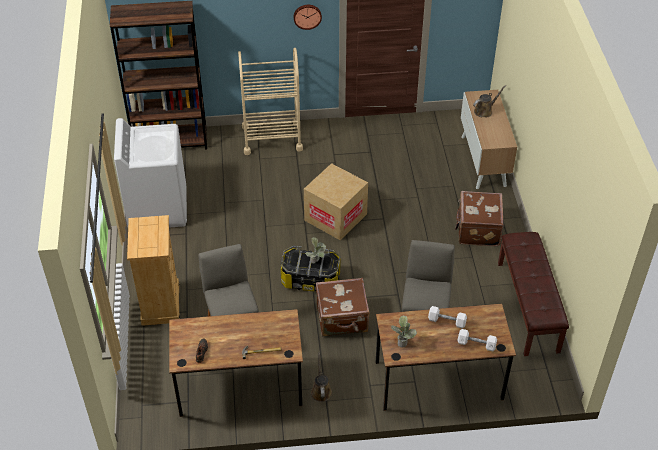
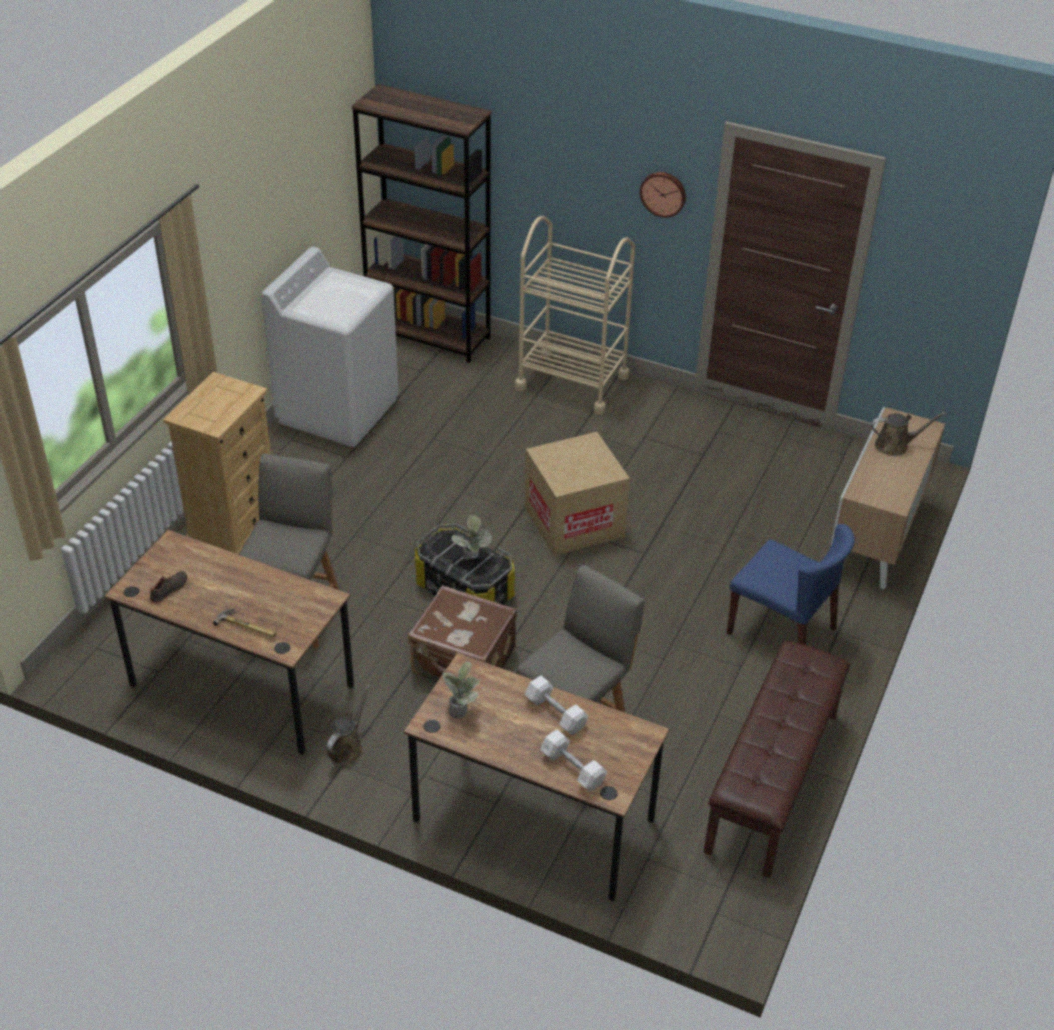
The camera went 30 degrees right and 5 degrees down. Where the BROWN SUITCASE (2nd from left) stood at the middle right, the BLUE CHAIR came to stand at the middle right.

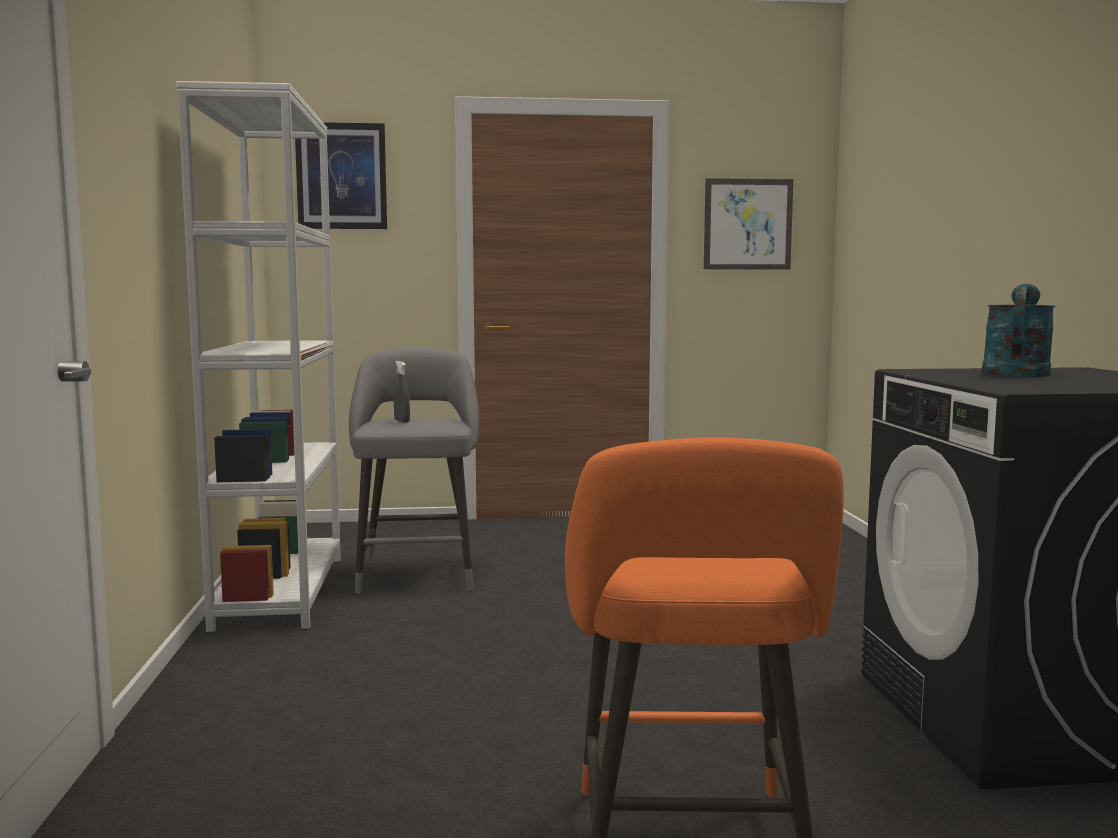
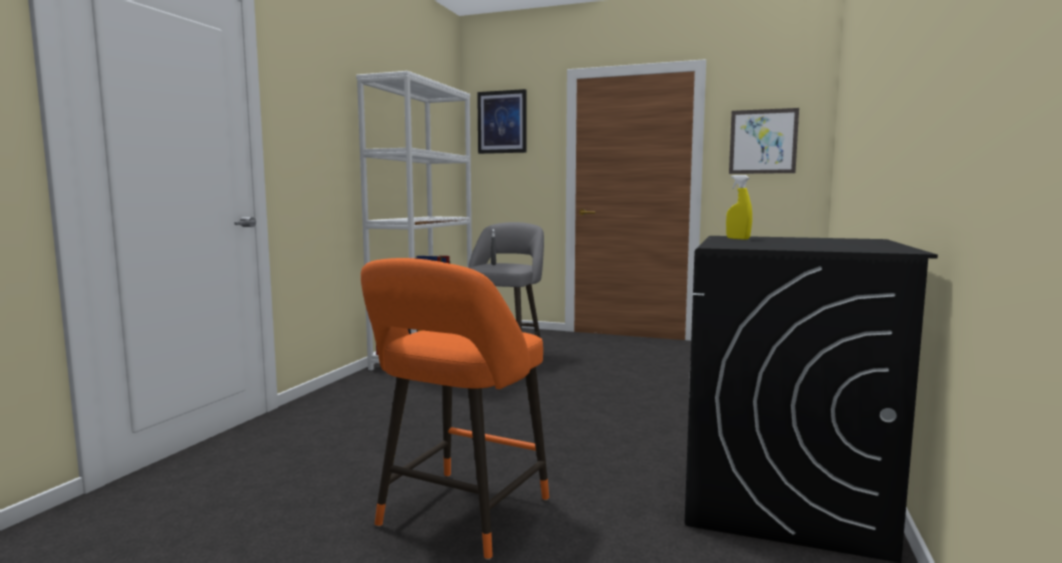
The camera went 25 degrees right and 0 degrees up. The second view lost the TURQUOISE WATERING CAN at the middle right. The second view gained the YELLOW SPRAY BOTTLE at the middle right.

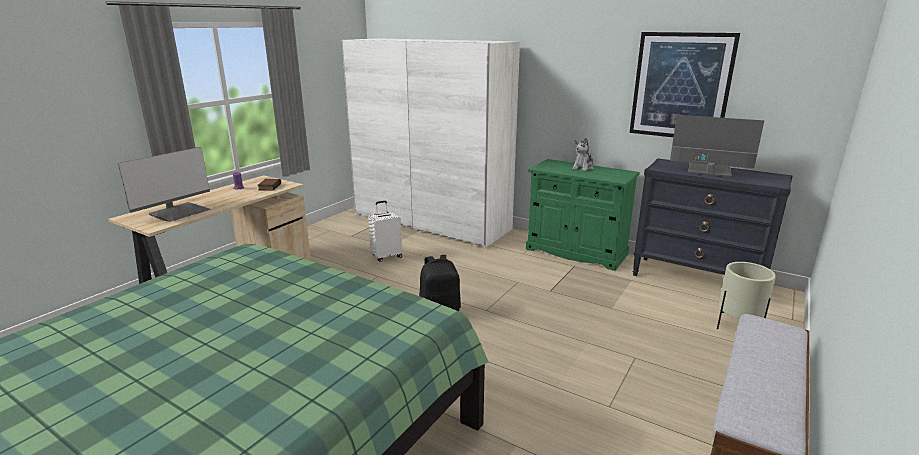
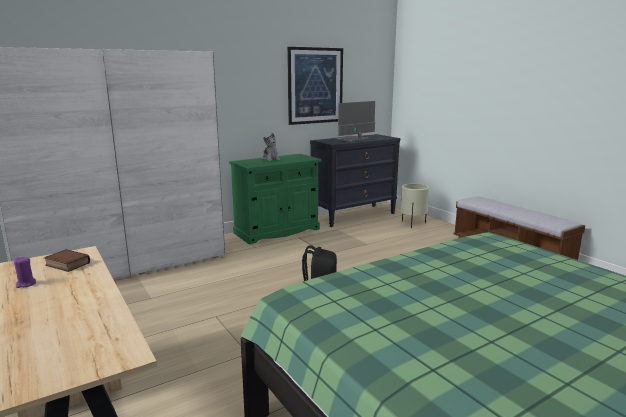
The camera went 65 degrees left and 5 degrees down. The second view lost the MONITOR (1st from left) at the middle left. The second view lost the WHITE SUITCASE at the centre.

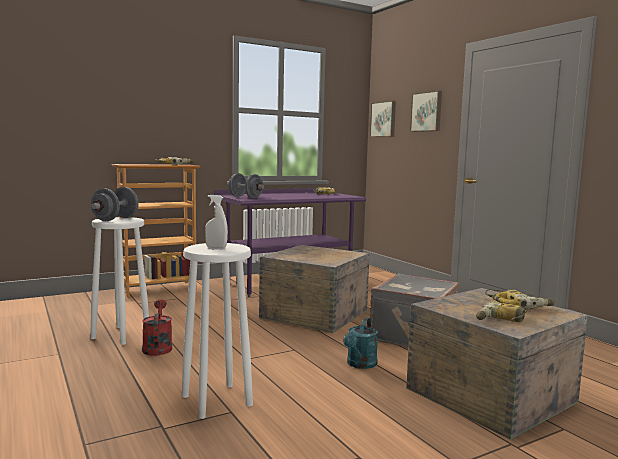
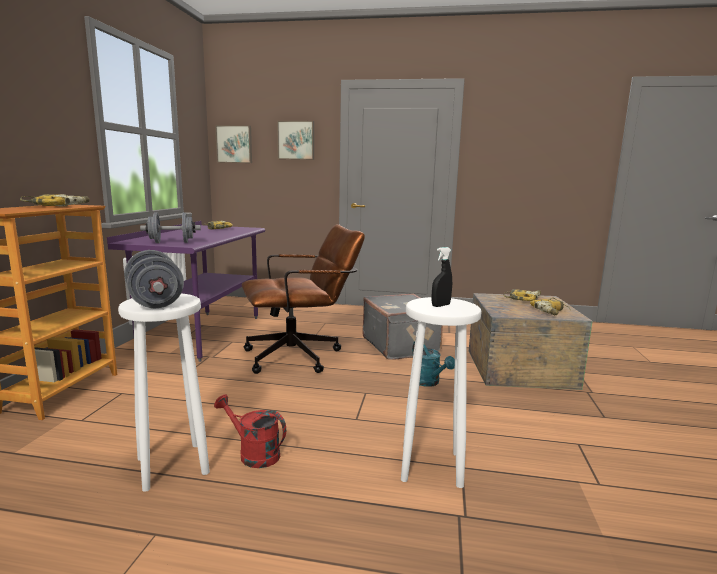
The camera went 50 degrees left and 5 degrees up. Where the CRATE (1st from left) stood at the centre, the BROWN OFFICE CHAIR came to stand at the centre. What was the WHITE SPRAY BOTTLE at the centre turned into the BLACK SPRAY BOTTLE at the centre.

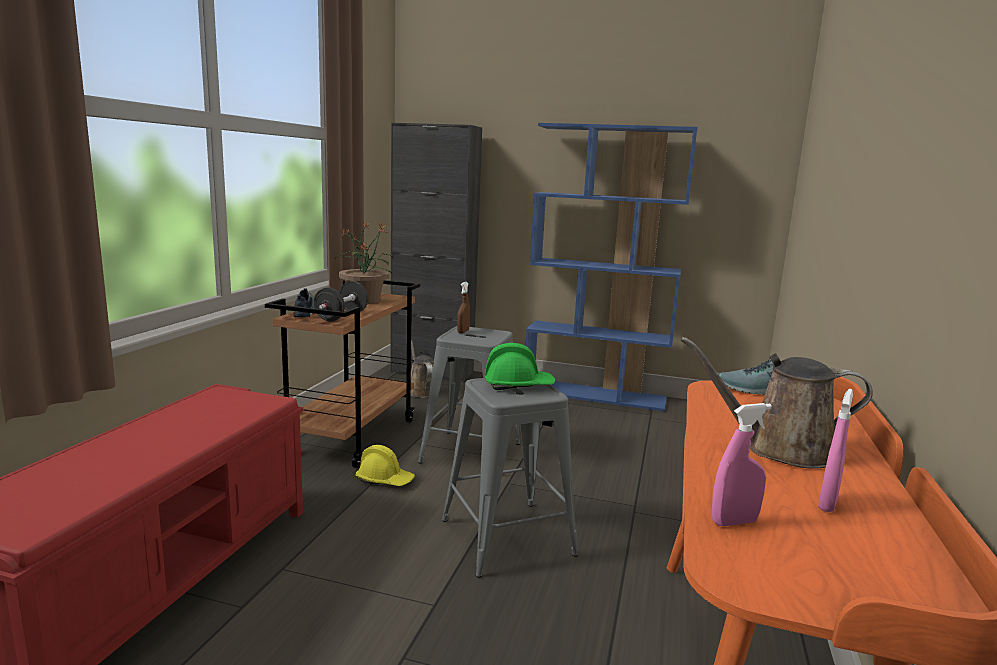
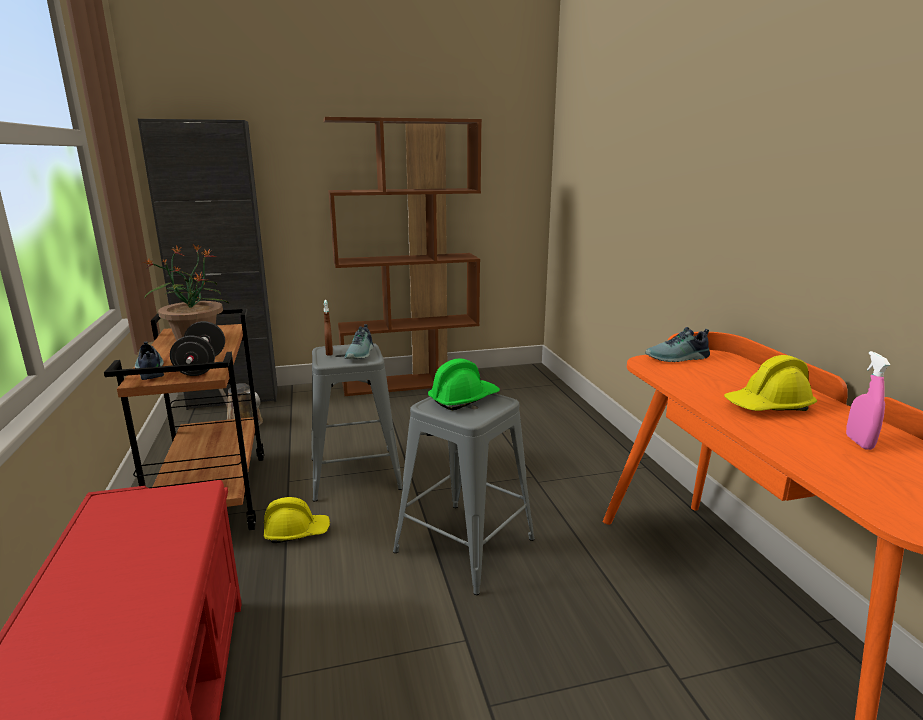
The camera went 30 degrees left and 5 degrees up. The second view lost the PINK SPRAY BOTTLE (1st from left) at the bottom right. The second view gained the SHOE (2nd from left) at the centre. Where the BROWN WATERING CAN (2nd from left) stood at the middle right, the YELLOW HARD HAT (2nd from left) came to stand at the middle right. What was the BLUE BOOKCASE at the centre turned into the BROWN BOOKCASE at the centre.

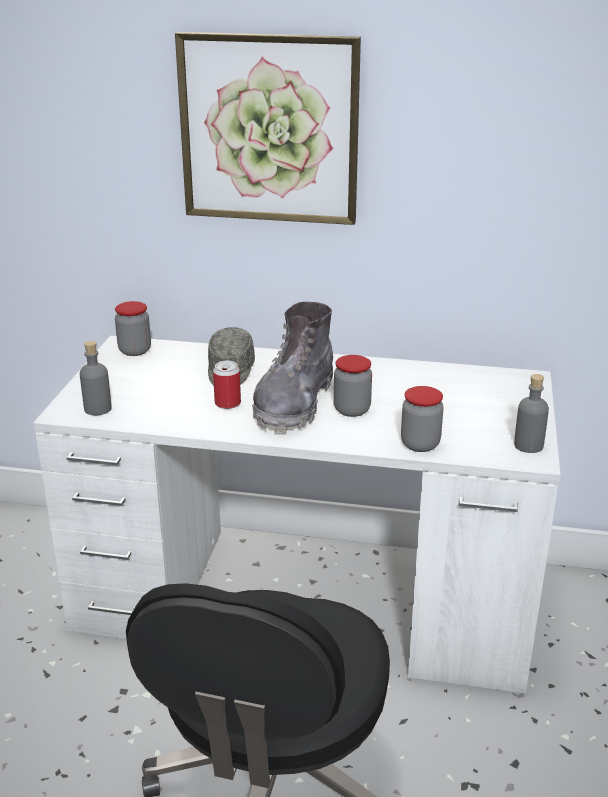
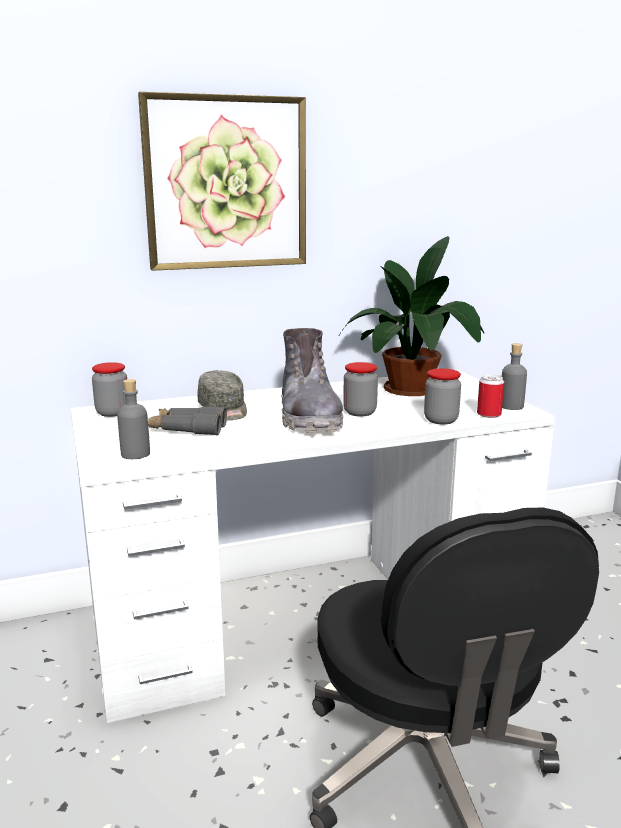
The camera went 30 degrees left and 10 degrees down. The second view gained the GREY BINOCULARS at the middle left. The second view gained the POTTED PLANT at the centre. The CAN ended up elsewhere, having gone from the centre to the middle right.

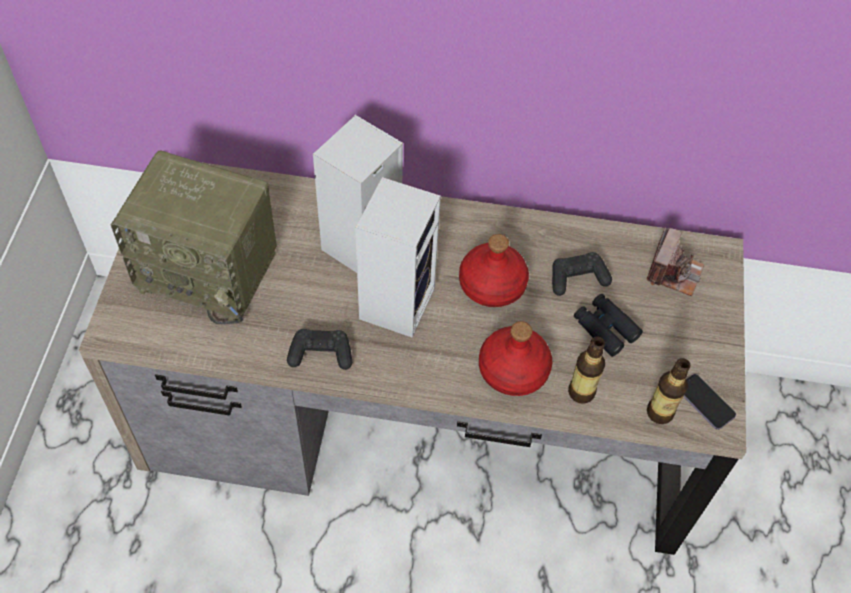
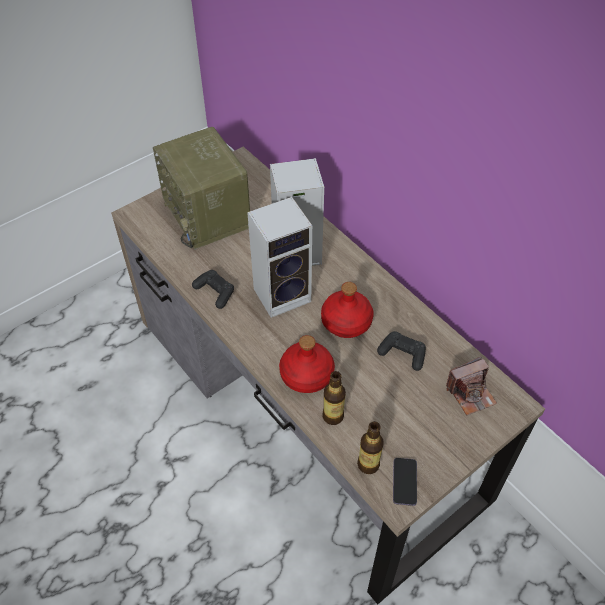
The camera went 45 degrees right and 5 degrees down. The second view lost the BLACK BINOCULARS at the middle right.

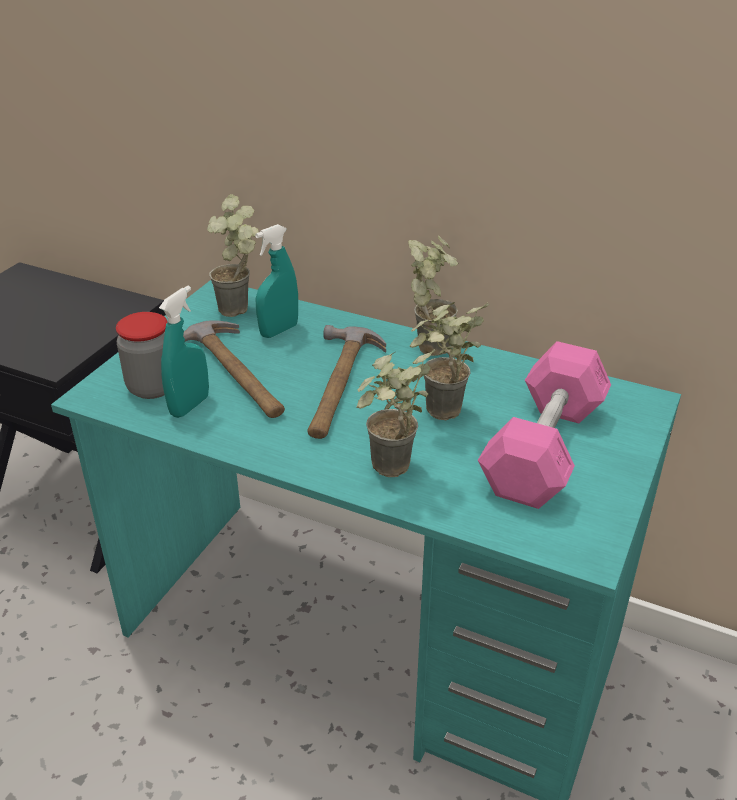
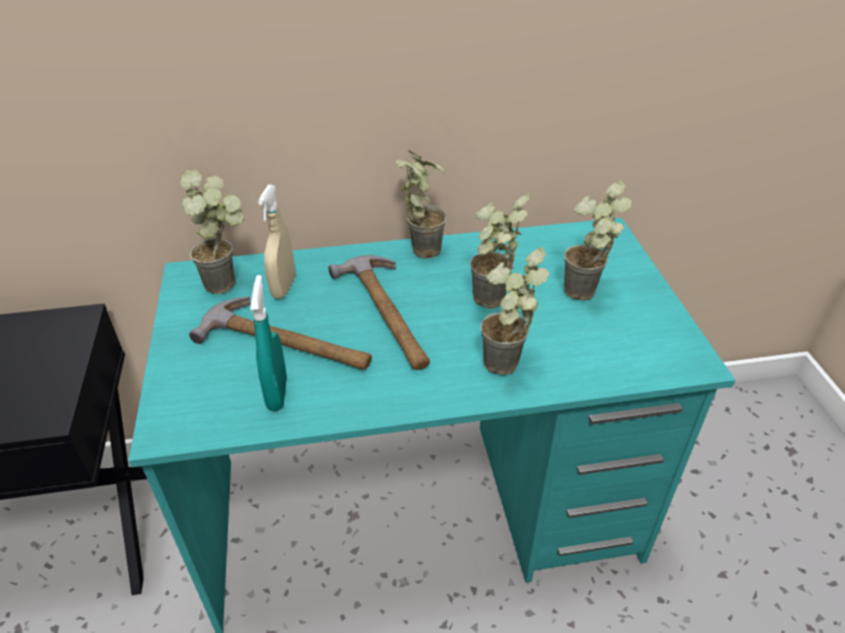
The camera went 35 degrees left and 5 degrees up. The second view lost the JAR at the middle left. Where the PINK DUMBBELL stood at the middle right, the POTTED PLANT (5th from left) came to stand at the middle right. What was the TURQUOISE SPRAY BOTTLE (2nd from left) at the centre turned into the BEIGE SPRAY BOTTLE at the middle left.

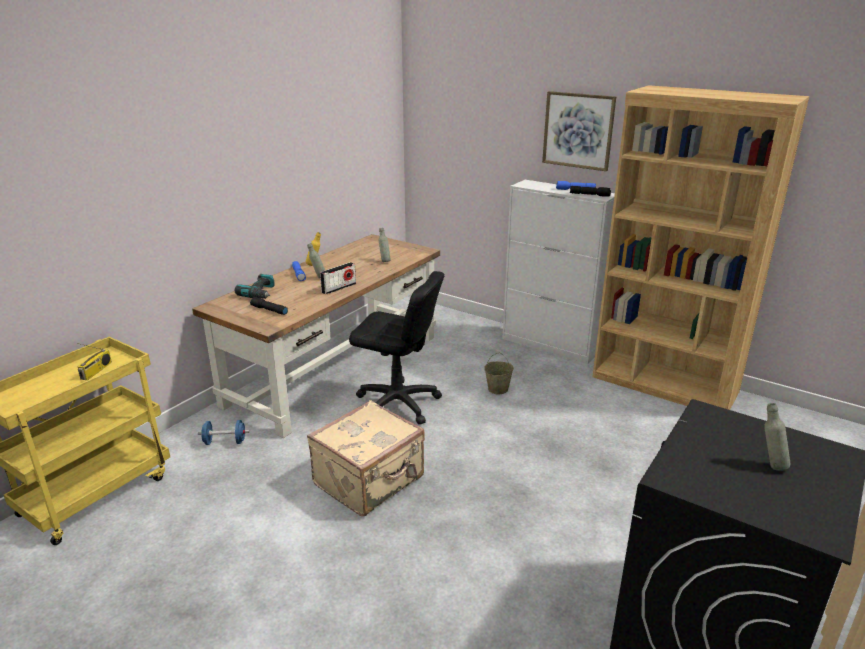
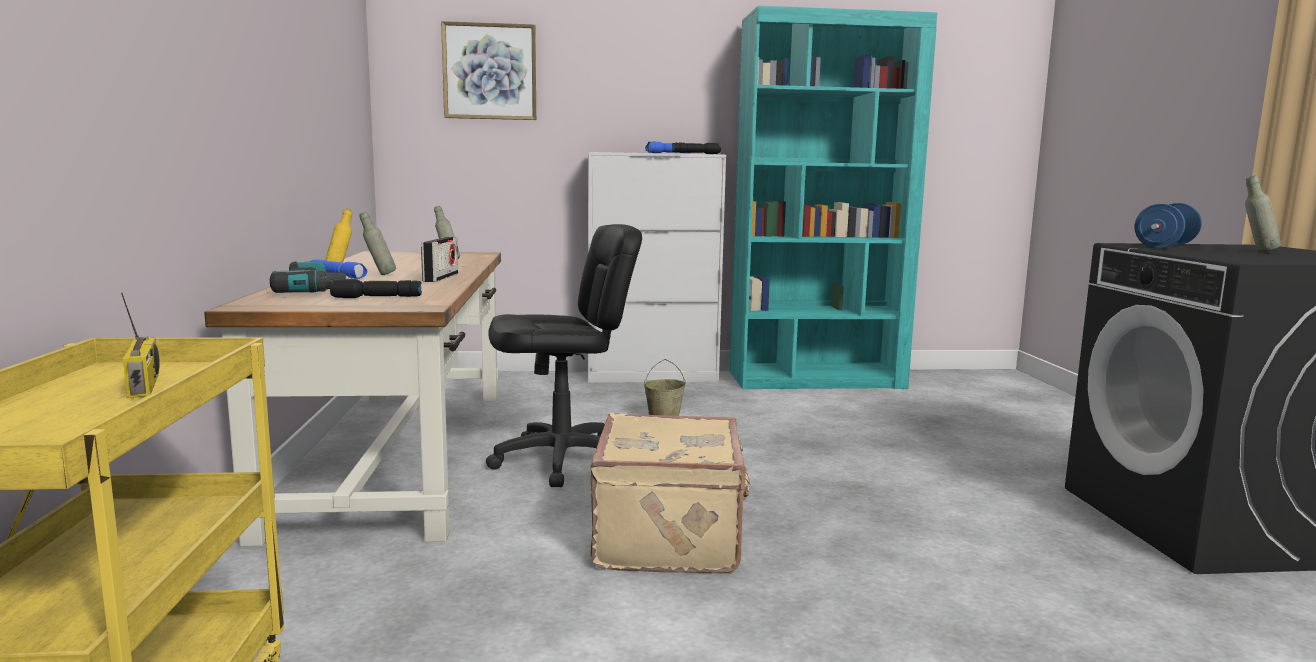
The camera went 40 degrees left and 15 degrees down. The BLUE DUMBBELL ended up elsewhere, having gone from the middle left to the middle right. The PICTURE ended up elsewhere, having gone from the top right to the top centre. What was the BROWN BOOKCASE at the middle right turned into the TURQUOISE BOOKCASE at the top centre.

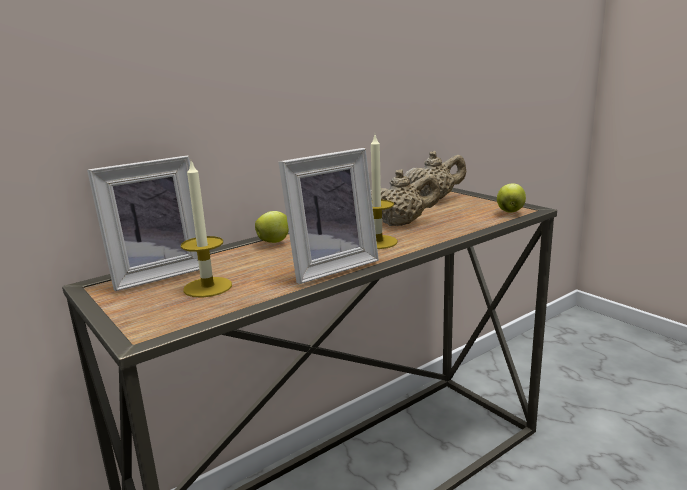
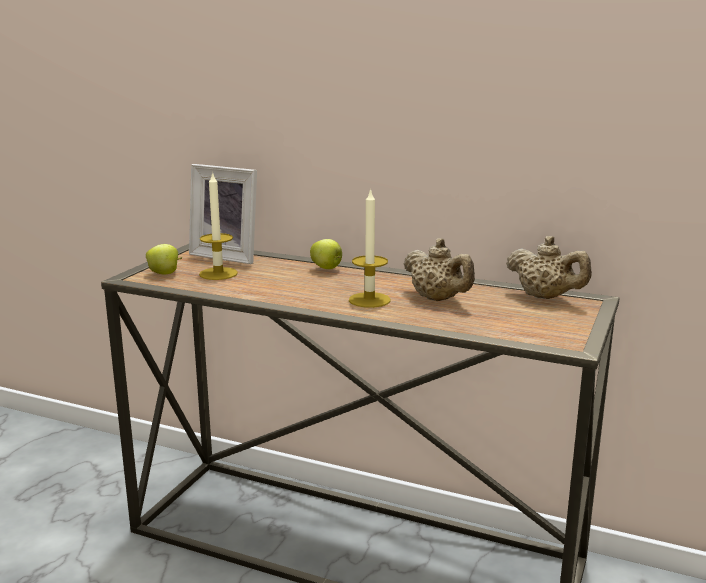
The camera went 60 degrees right and 0 degrees up. The second view lost the PICTURE FRAME (2nd from left) at the centre. The APPLE (2nd from left in the first image) ended up elsewhere, having gone from the middle right to the middle left.

